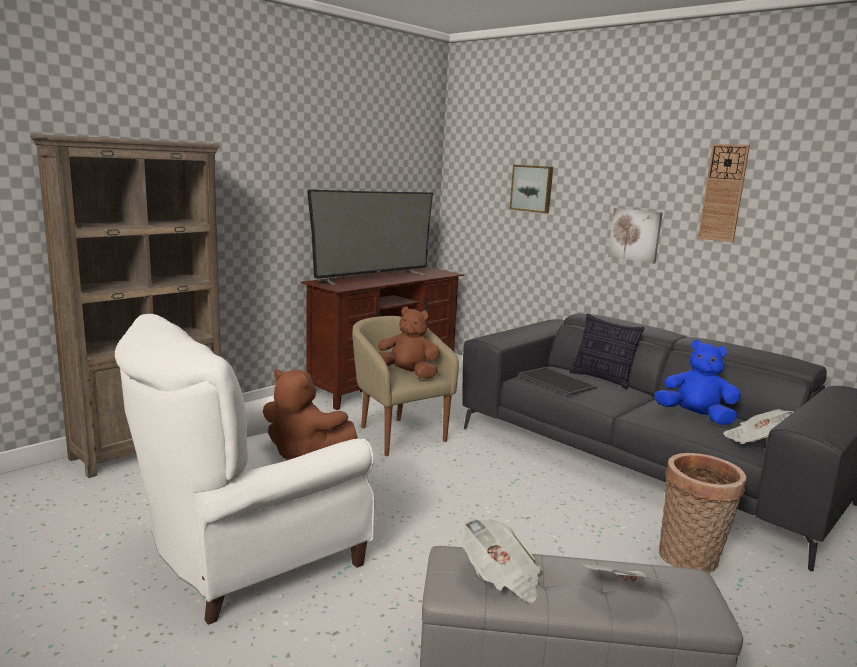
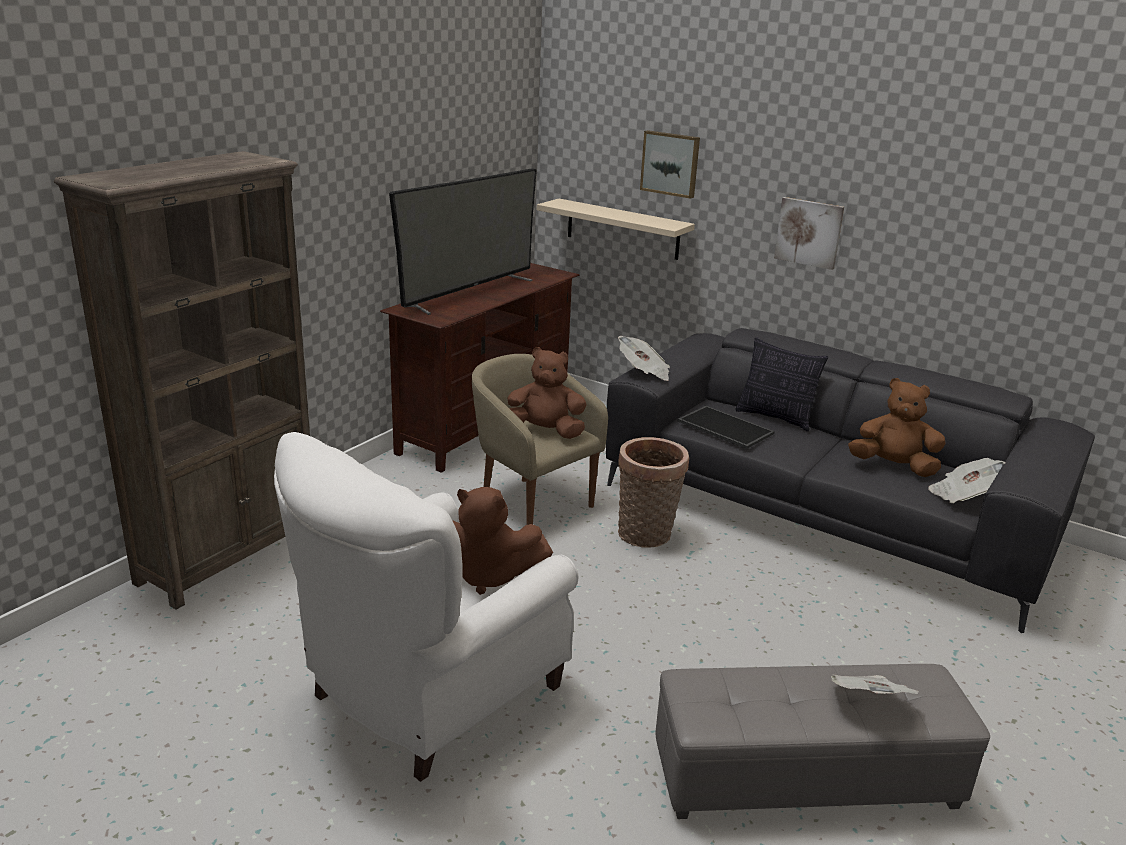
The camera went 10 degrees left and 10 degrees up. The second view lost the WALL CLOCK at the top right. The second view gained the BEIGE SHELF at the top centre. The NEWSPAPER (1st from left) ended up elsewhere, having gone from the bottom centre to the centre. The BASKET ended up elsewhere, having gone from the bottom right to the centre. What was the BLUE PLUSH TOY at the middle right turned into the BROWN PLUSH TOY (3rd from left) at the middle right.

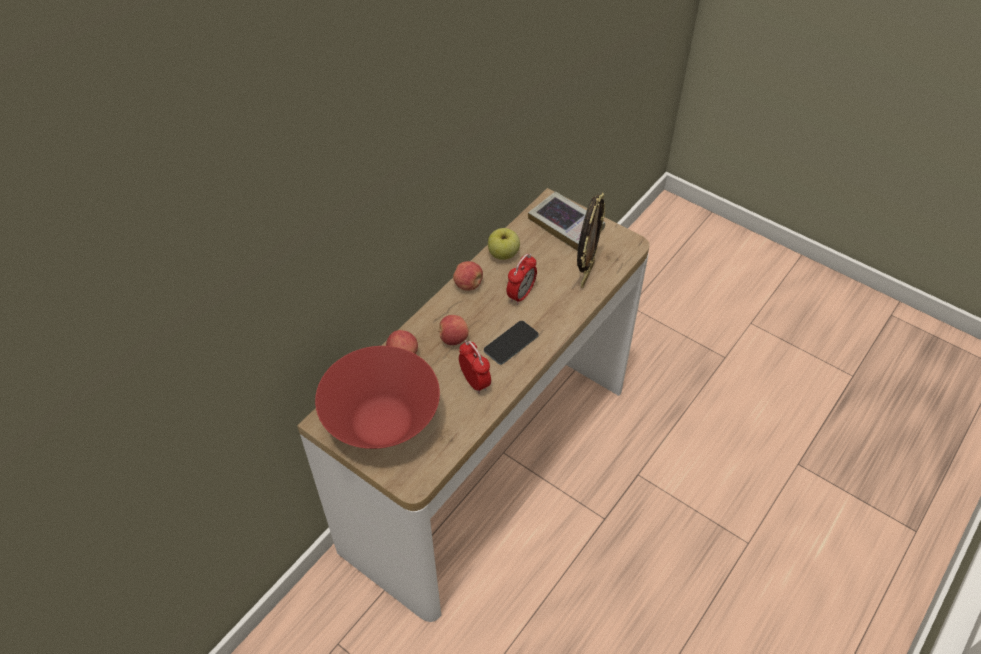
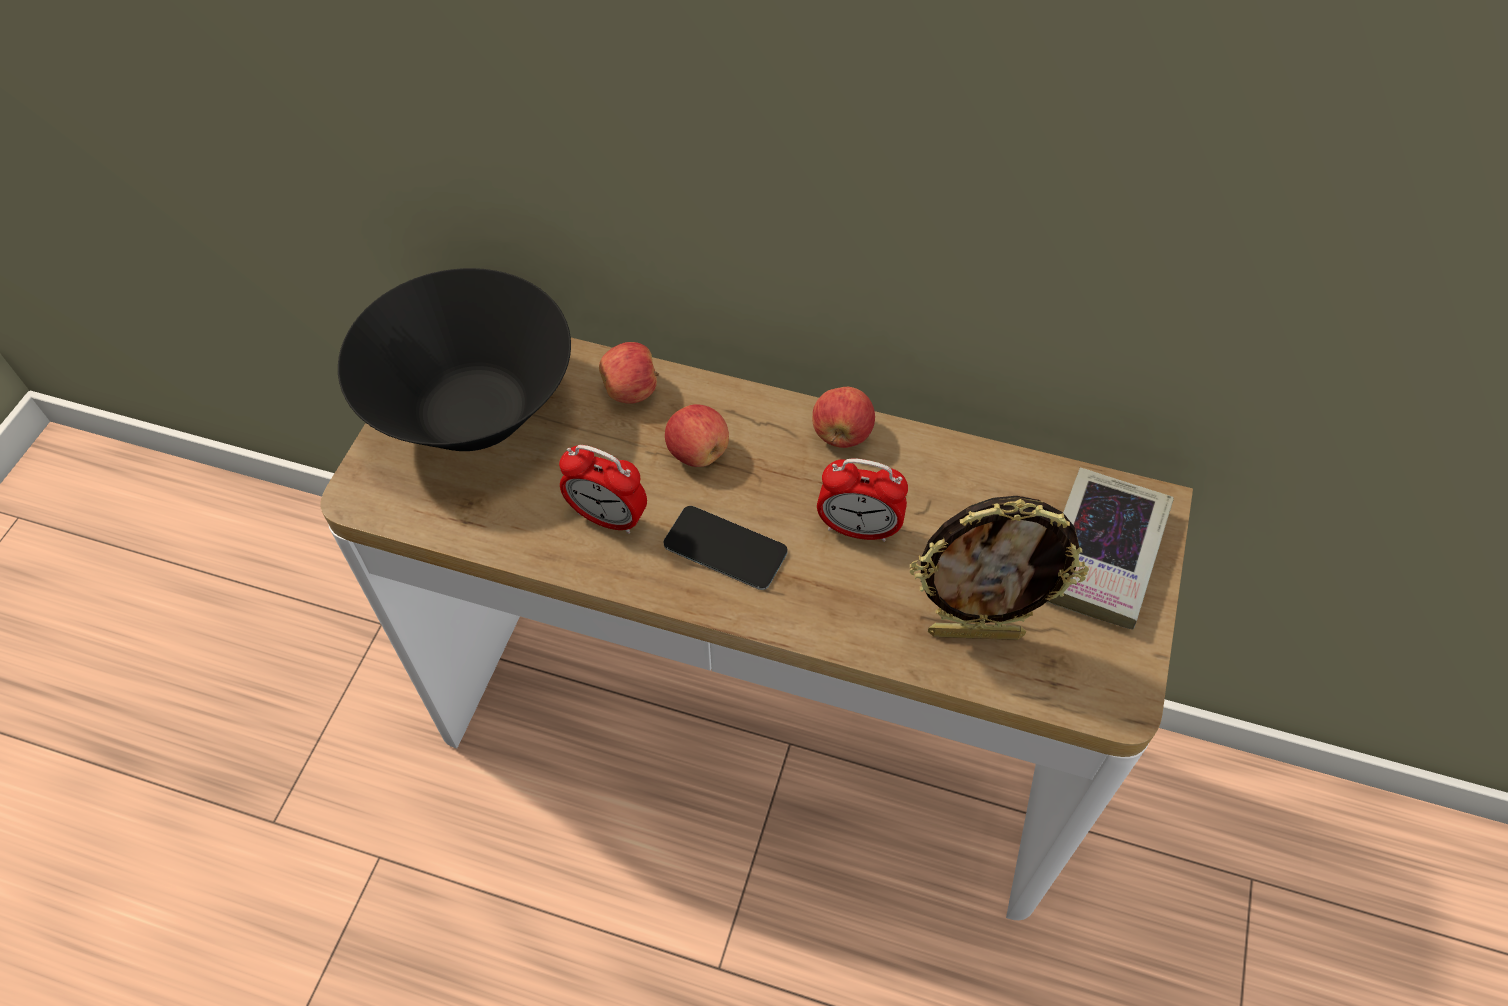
The camera went 70 degrees right and 5 degrees up. The second view lost the APPLE (4th from left) at the centre. What was the RED BOWL at the centre turned into the BLACK BOWL at the middle left. The ALARM CLOCK (1st from left) at the centre ended up facing another way, 75 degrees clockwise from before.

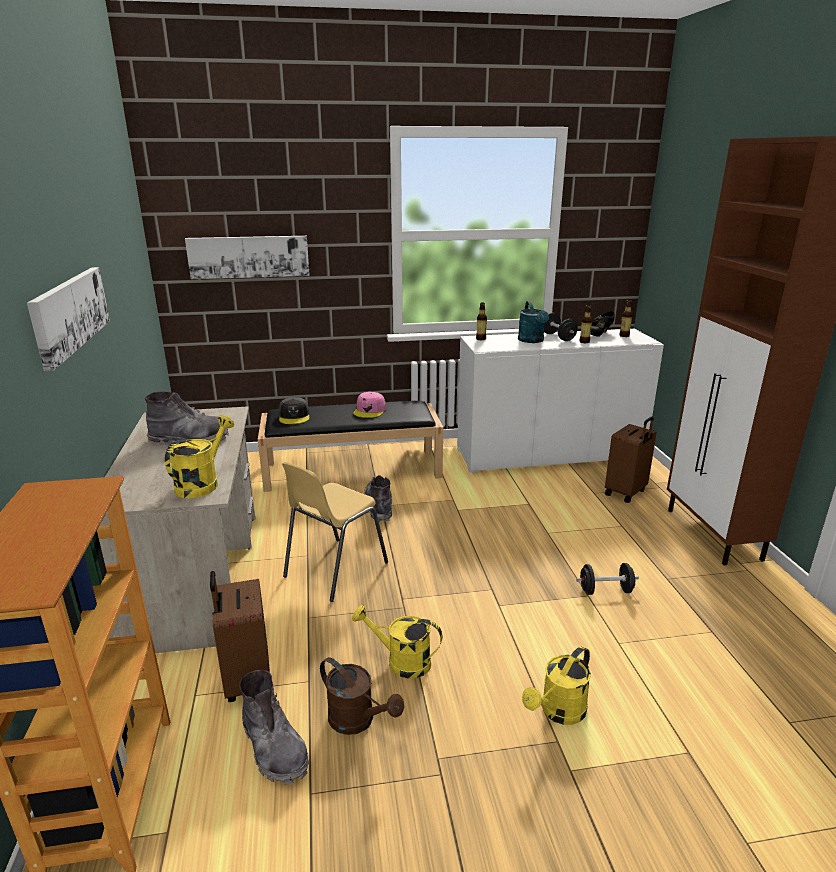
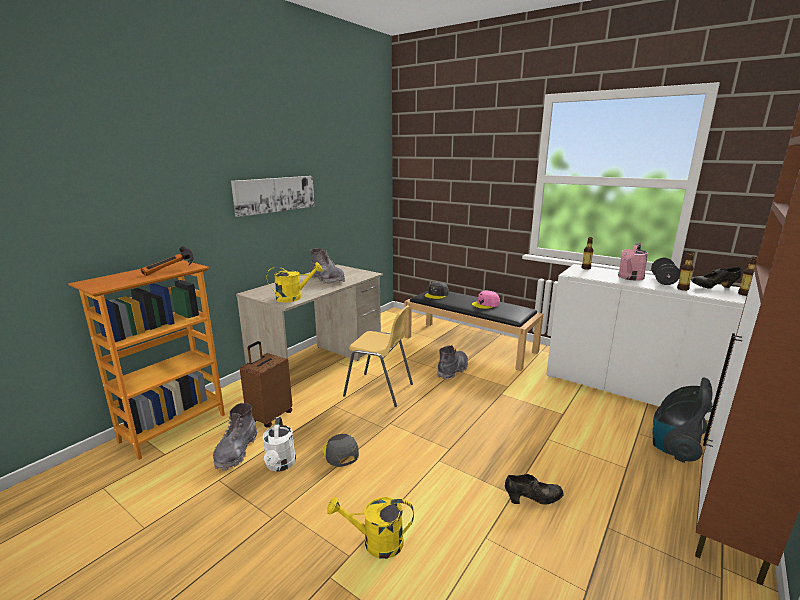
The camera went 45 degrees right and 5 degrees down. The second view lost the PICTURE (2nd from left) at the top left. The second view gained the HAMMER at the middle left. Where the YELLOW WATERING CAN (2nd from left) stood at the bottom centre, the GREY CAP (1st from left) came to stand at the bottom centre. Where the BLACK DUMBBELL (2nd from left) stood at the middle right, the BLACK SHOE (1st from left) came to stand at the bottom right. Where the BROWN SUITCASE (2nd from left) stood at the middle right, the VACUUM CLEANER came to stand at the bottom right. What was the BROWN WATERING CAN at the bottom centre turned into the WHITE WATERING CAN at the bottom centre. What was the TURQUOISE WATERING CAN at the centre turned into the PINK WATERING CAN at the middle right. The YELLOW CHAIR at the centre ended up facing another way, 150 degrees counterclockwise from before.

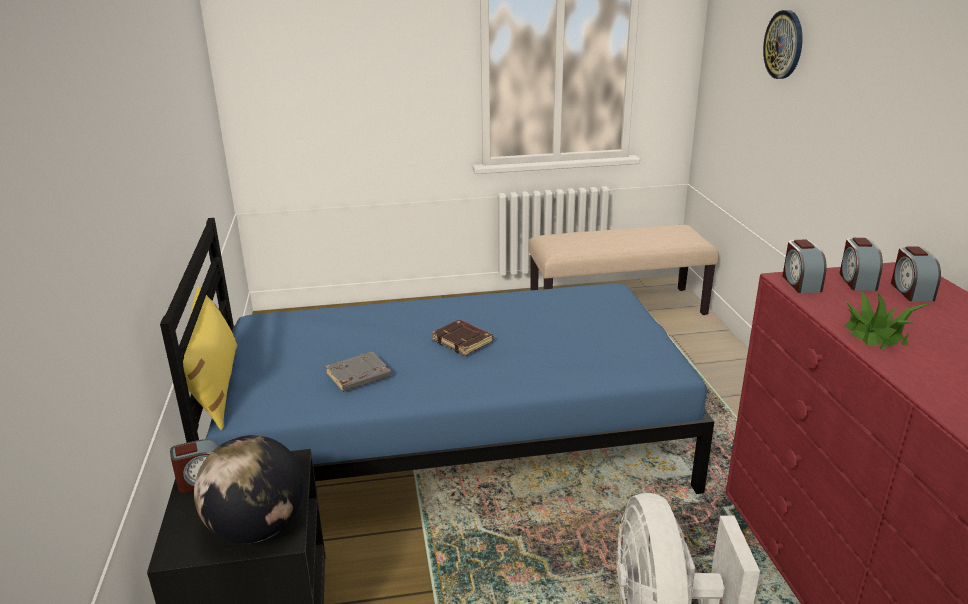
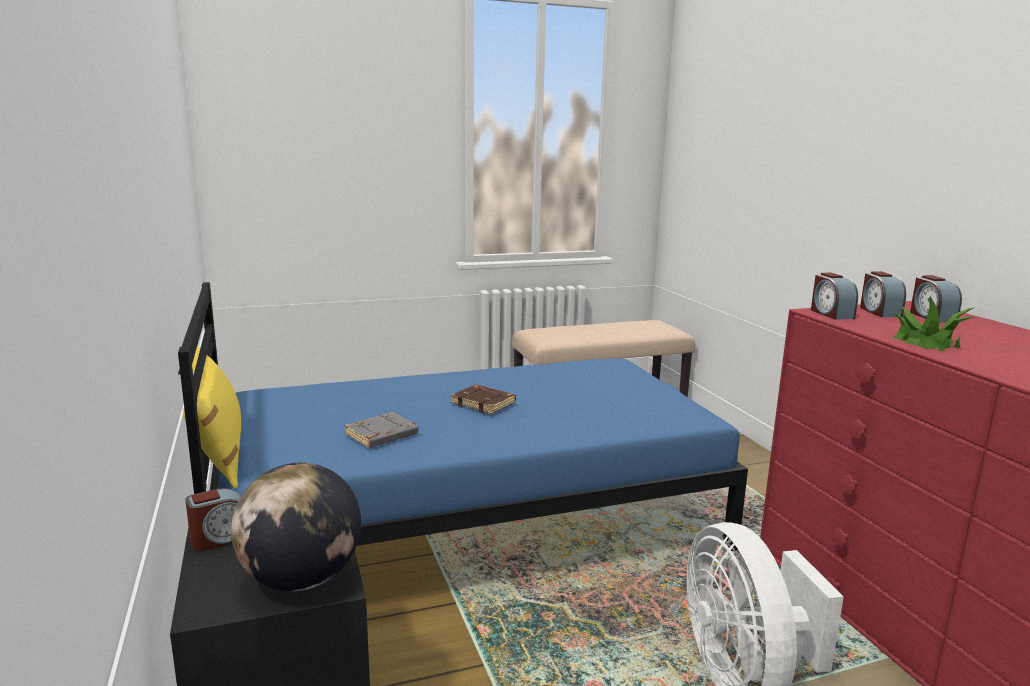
The camera went 10 degrees left and 10 degrees down. The second view lost the WALL CLOCK at the top right.

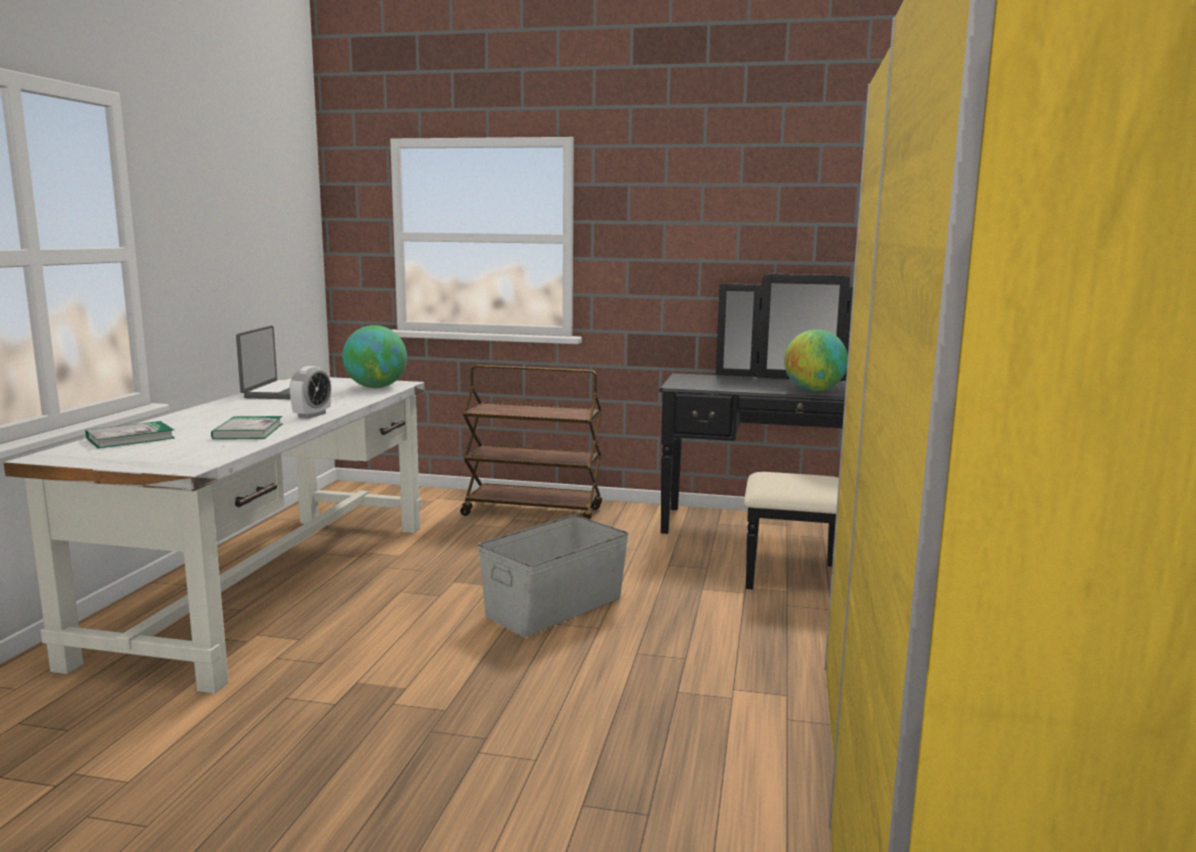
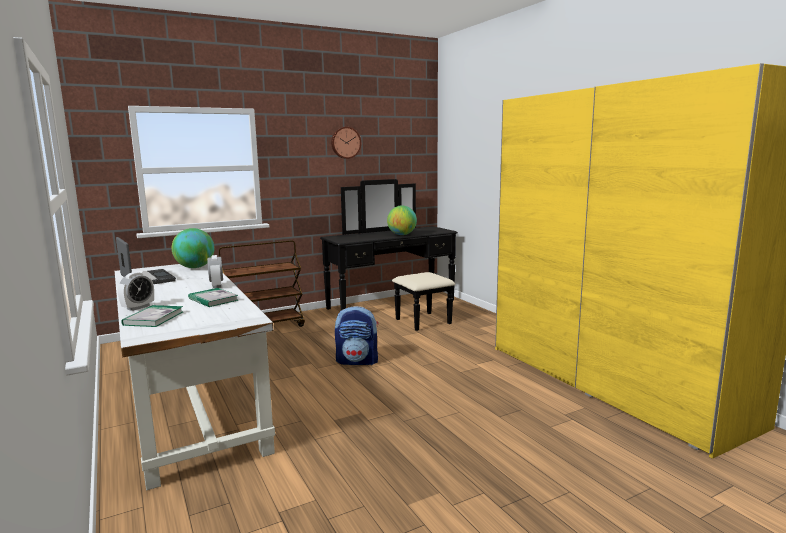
The camera went 40 degrees left and 0 degrees up. The second view gained the ALARM CLOCK (1st from left) at the middle left. The second view gained the WALL CLOCK at the top centre. Where the GREY STORAGE BOX stood at the bottom centre, the BACKPACK came to stand at the centre.

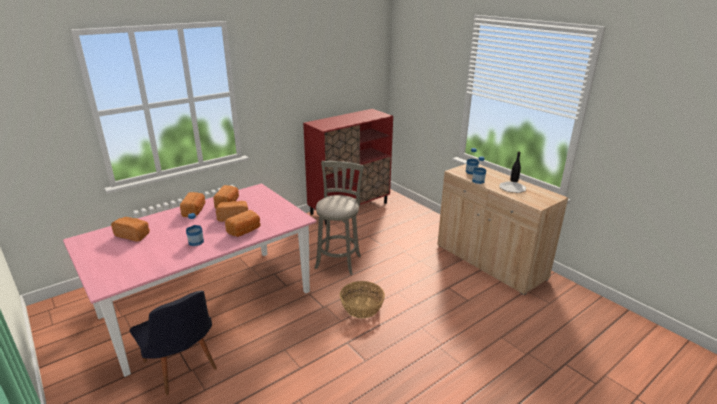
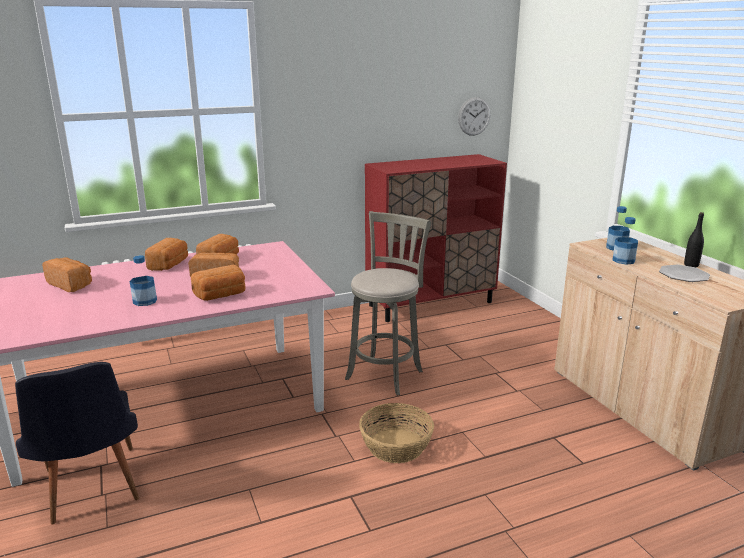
The camera went 15 degrees right and 5 degrees down. The second view gained the WALL CLOCK at the top centre.

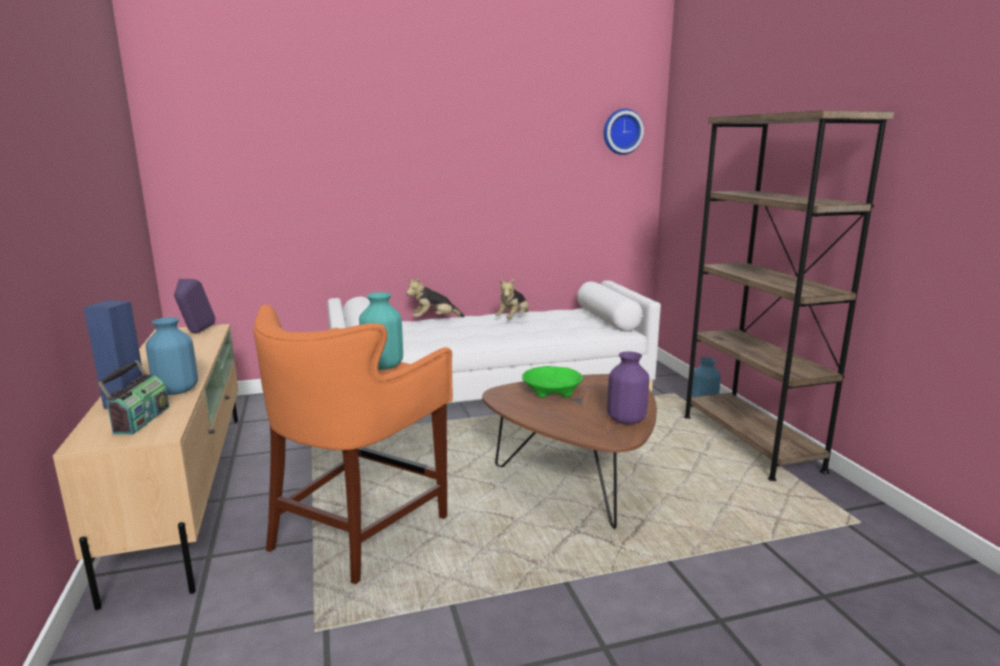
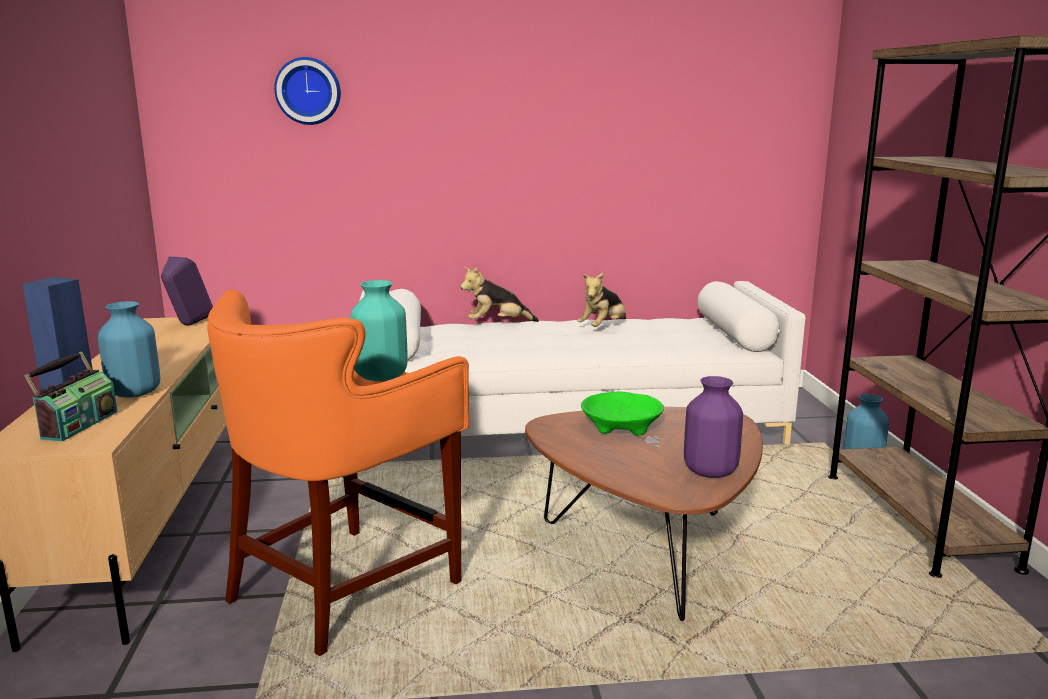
The camera went 10 degrees right and 0 degrees up. The WALL CLOCK ended up elsewhere, having gone from the top centre to the top left.

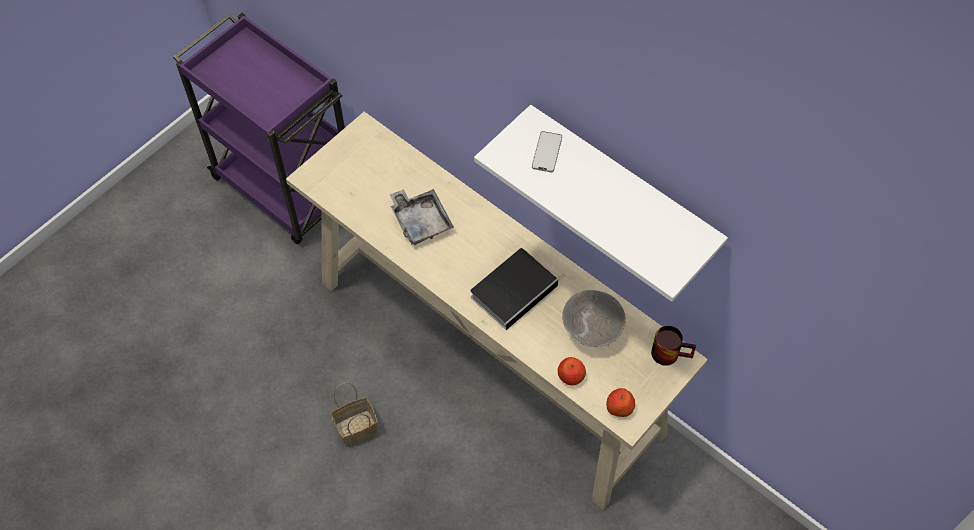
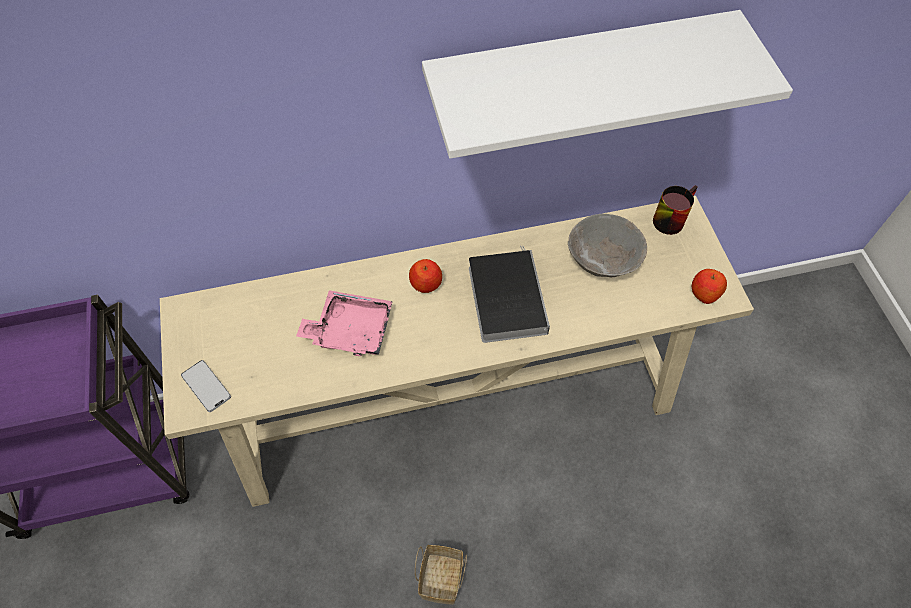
The camera went 55 degrees left and 0 degrees up. The PHONE ended up elsewhere, having gone from the top centre to the middle left. The APPLE (1st from left) ended up elsewhere, having gone from the bottom centre to the centre. What was the GREY TRAY at the centre turned into the PINK TRAY at the centre.

